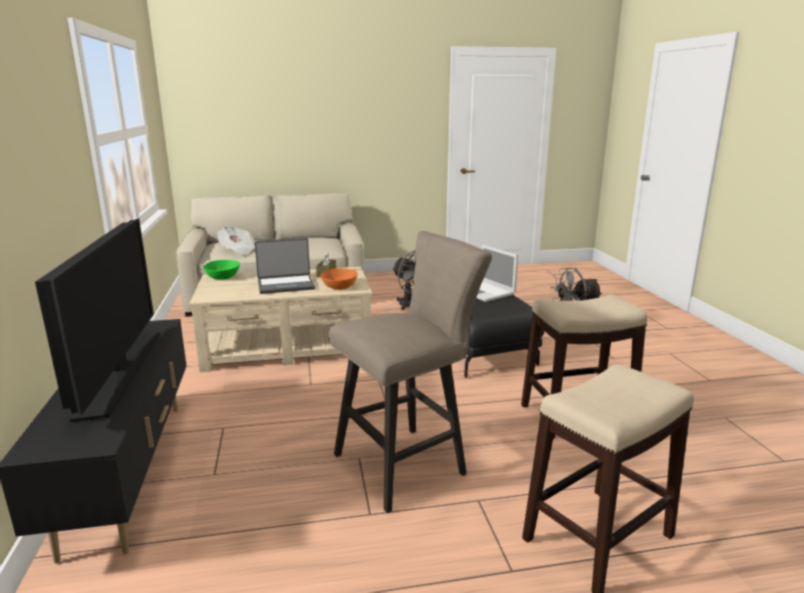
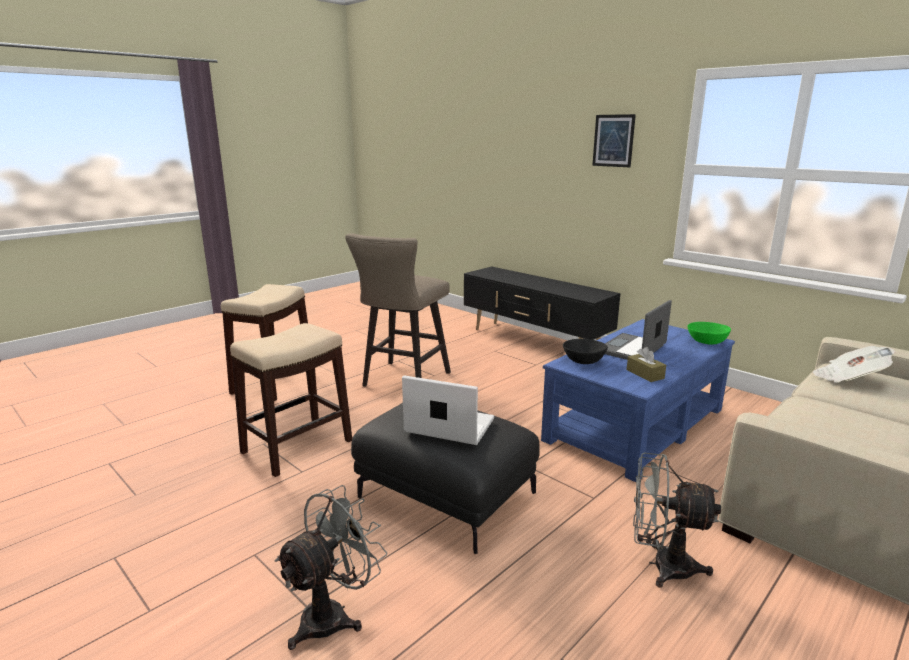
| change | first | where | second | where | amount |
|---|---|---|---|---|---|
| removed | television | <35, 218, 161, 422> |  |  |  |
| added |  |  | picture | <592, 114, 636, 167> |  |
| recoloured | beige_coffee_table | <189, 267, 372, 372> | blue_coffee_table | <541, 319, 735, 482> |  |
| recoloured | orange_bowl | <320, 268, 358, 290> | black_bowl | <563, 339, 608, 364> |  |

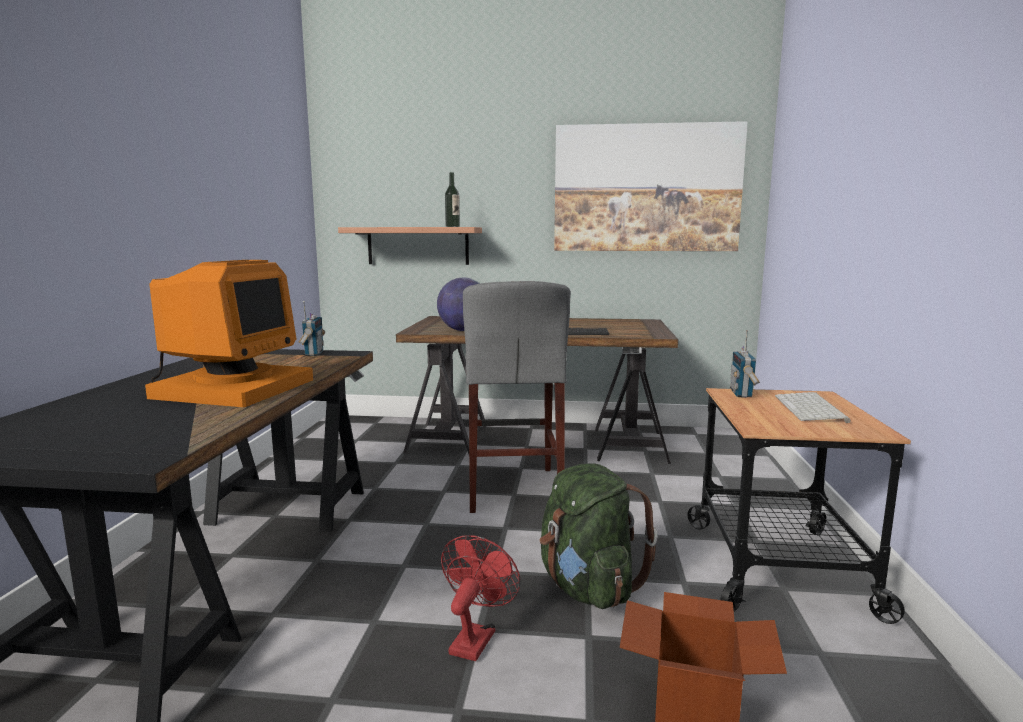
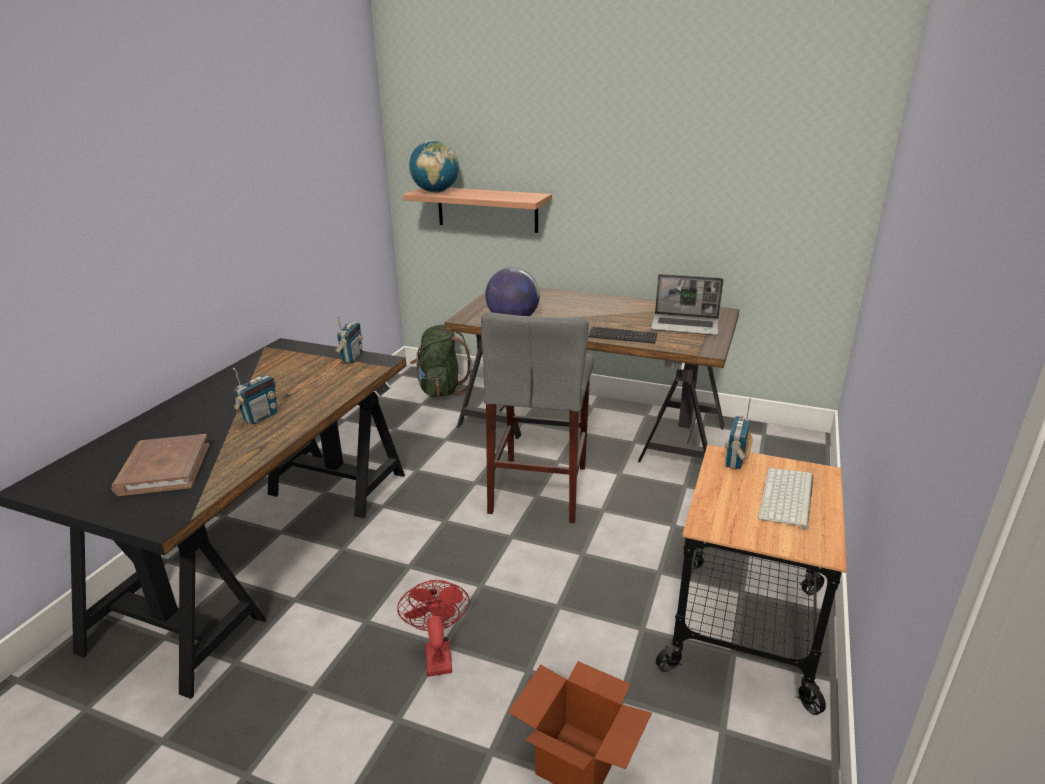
| change | first | where | second | where | amount |
|---|---|---|---|---|---|
| removed | bottle | <445, 172, 460, 227> |  |  |  |
| removed | picture | <554, 121, 748, 251> |  |  |  |
| added |  |  | brown_book | <111, 434, 209, 496> |  |
| added |  |  | globe | <409, 140, 459, 193> |  |
| added |  |  | laptop | <651, 274, 724, 335> |  |
| moved | green_backpack | <539, 463, 658, 609> |  | <410, 325, 472, 397> |  |
| replaced | monitor | <145, 260, 313, 407> | radio | <233, 368, 277, 425> |  |
| turned | red_fan | <441, 535, 520, 661> |  | <397, 580, 470, 677> | 45 degrees counterclockwise |

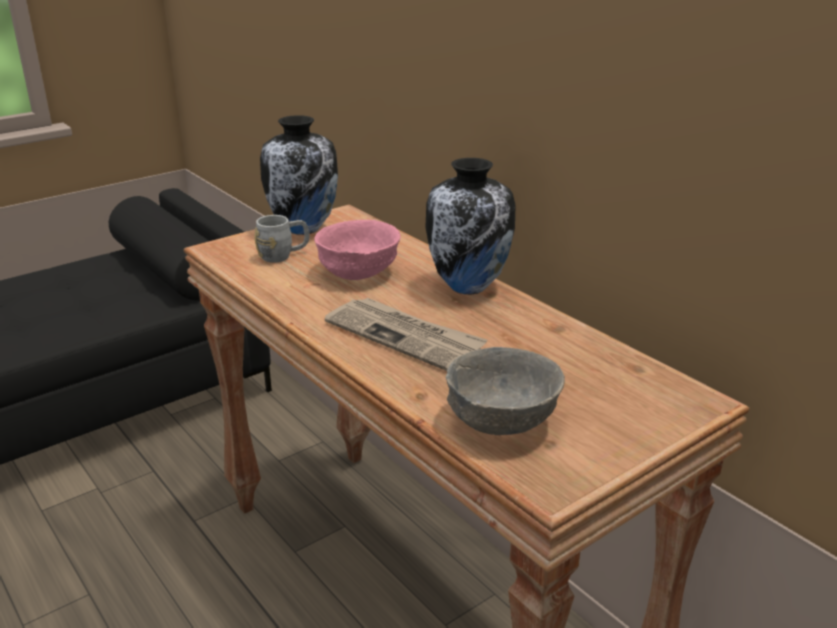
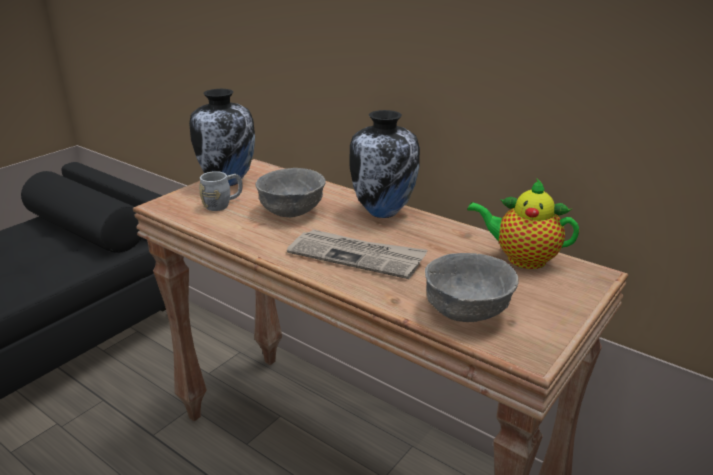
| change | first | where | second | where | amount |
|---|---|---|---|---|---|
| added |  |  | teapot | <467, 179, 579, 269> |  |
| recoloured | pink_bowl | <314, 220, 401, 280> | grey_bowl | <256, 168, 326, 217> |  |

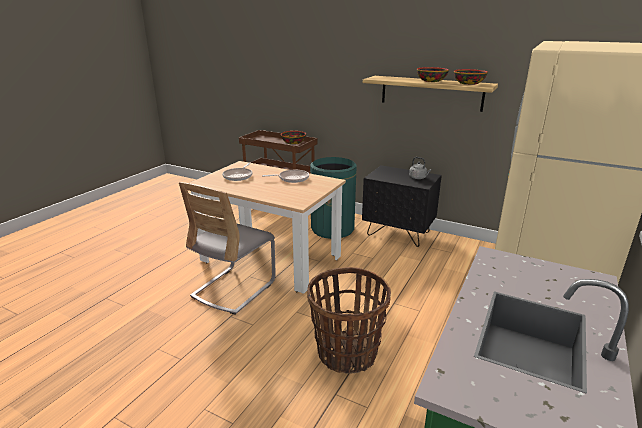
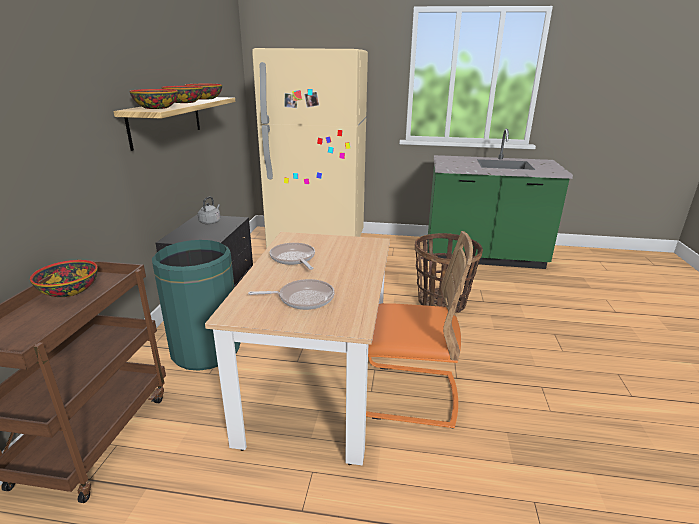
| change | first | where | second | where | amount |
|---|---|---|---|---|---|
| added |  |  | bowl | <129, 89, 178, 109> |  |
| recoloured | grey_chair | <179, 182, 276, 315> | orange_chair | <366, 231, 473, 429> |  |

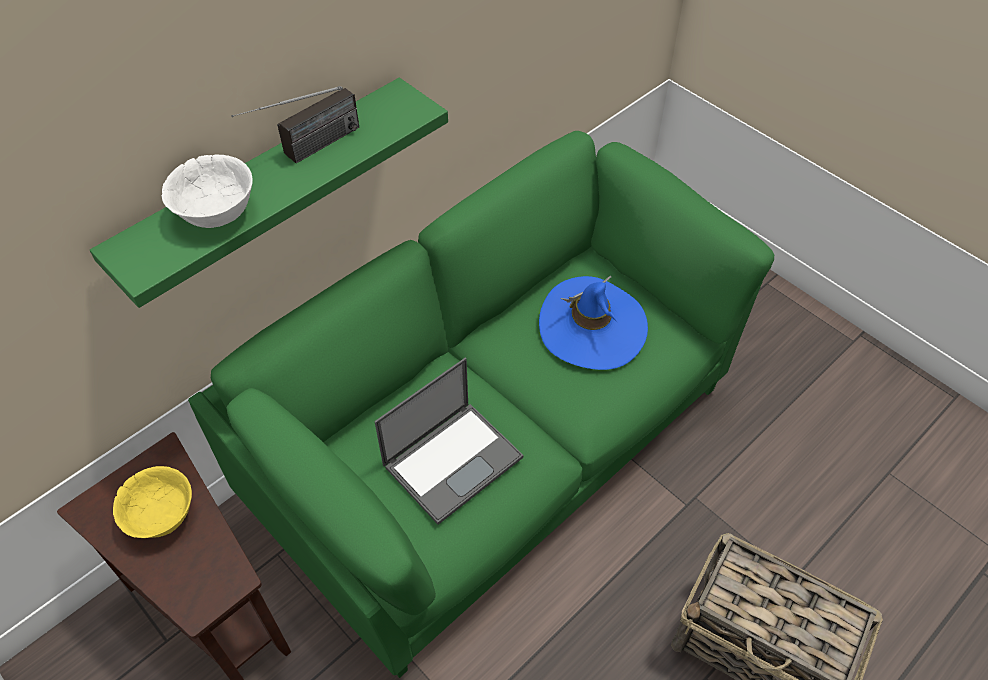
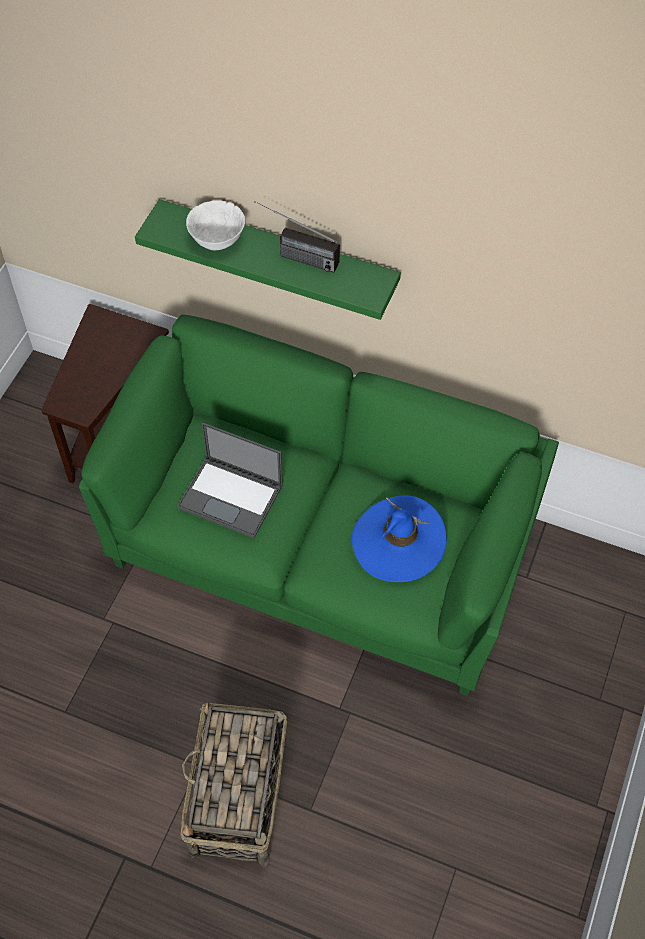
| change | first | where | second | where | amount |
|---|---|---|---|---|---|
| removed | yellow_bowl | <113, 466, 192, 538> |  |  |  |

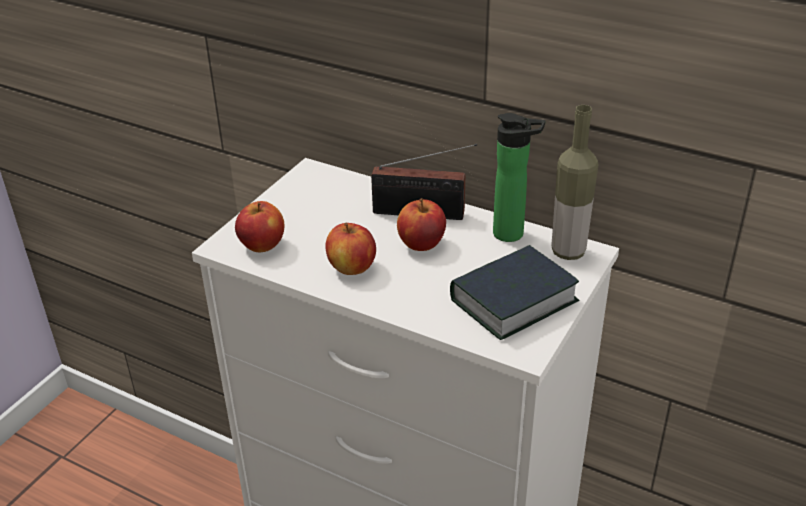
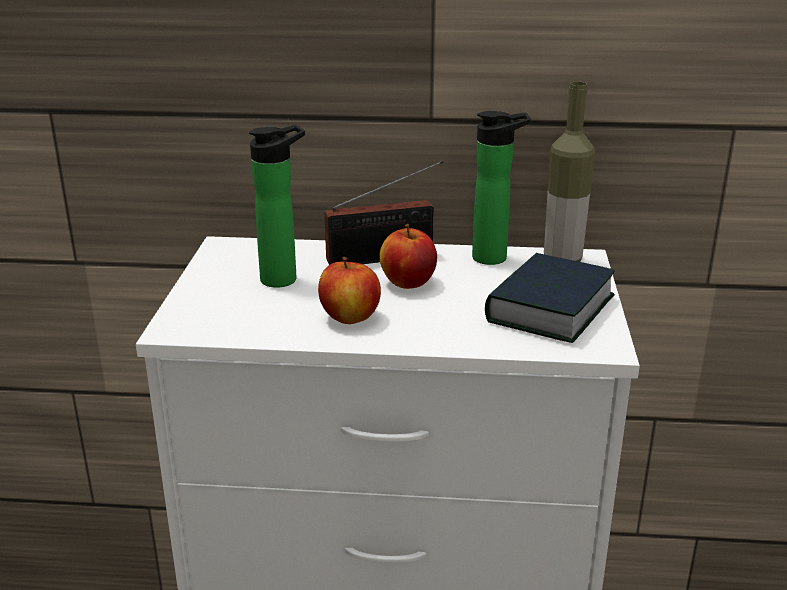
| change | first | where | second | where | amount |
|---|---|---|---|---|---|
| removed | apple | <235, 201, 284, 252> |  |  |  |
| added |  |  | bottle | <249, 125, 305, 288> |  |

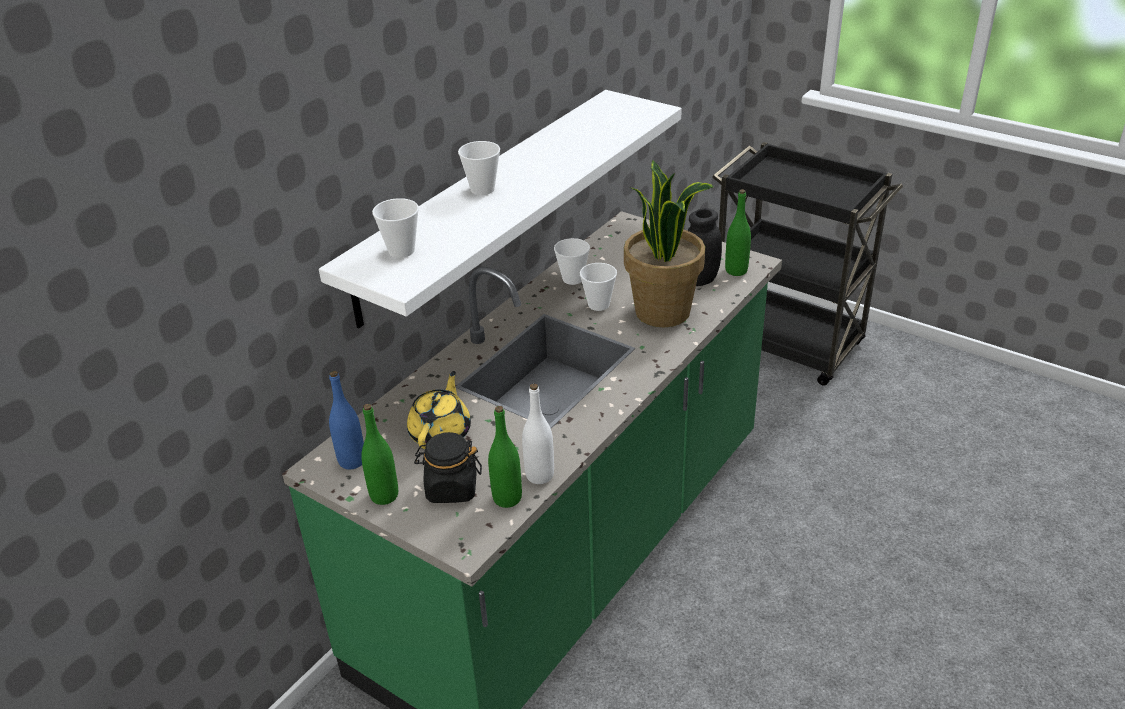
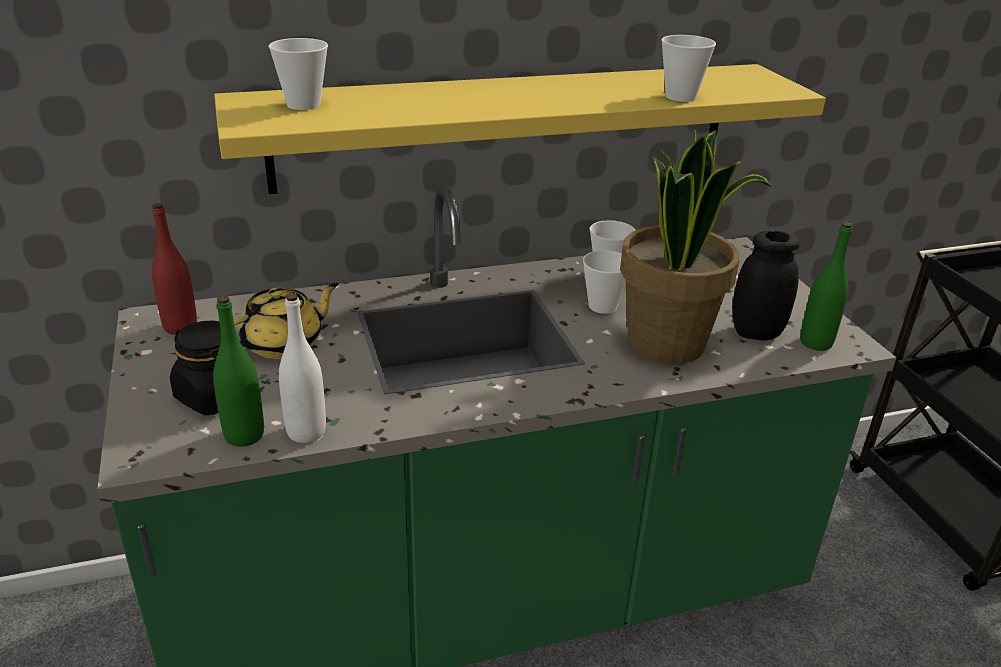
| change | first | where | second | where | amount |
|---|---|---|---|---|---|
| removed | green_bottle | <361, 404, 398, 505> |  |  |  |
| moved | cup | <458, 141, 500, 195> |  | <661, 35, 716, 102> |  |
| recoloured | white_shelf | <319, 90, 682, 328> | yellow_shelf | <214, 64, 826, 194> |  |
| recoloured | blue_bottle | <329, 371, 364, 469> | red_bottle | <152, 203, 197, 335> |  |

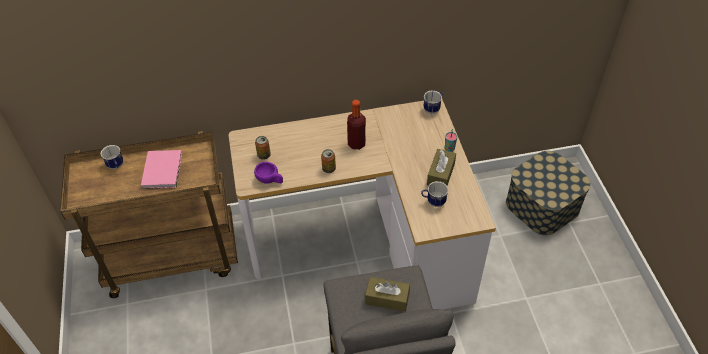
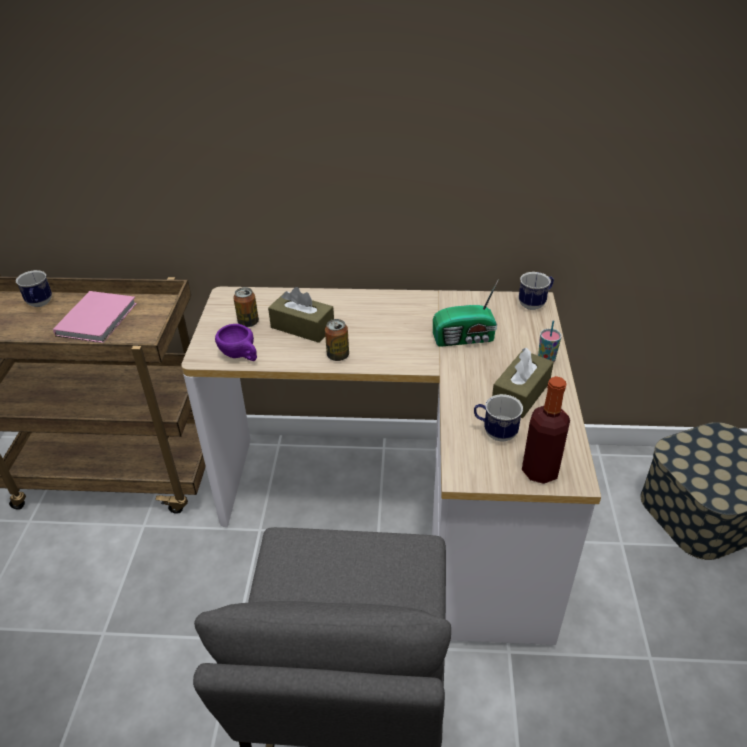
| change | first | where | second | where | amount |
|---|---|---|---|---|---|
| added |  |  | radio | <433, 279, 499, 347> |  |
| moved | bottle | <347, 100, 366, 150> |  | <522, 376, 570, 484> |  |
| moved | brown_tissue_box | <365, 277, 410, 311> |  | <268, 287, 334, 343> |  |

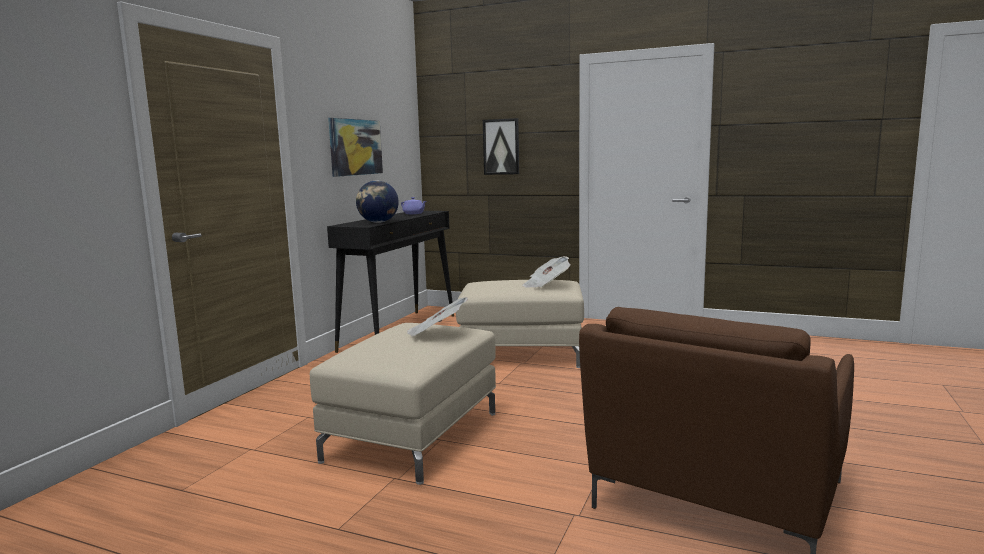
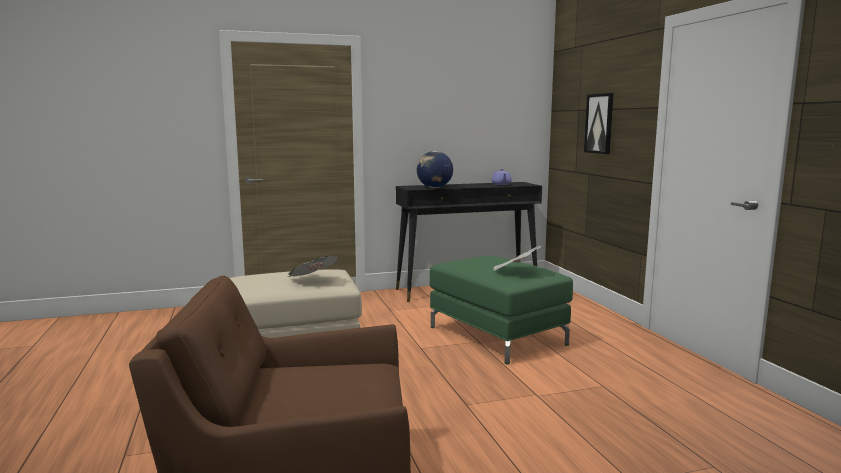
| change | first | where | second | where | amount |
|---|---|---|---|---|---|
| removed | picture | <328, 118, 383, 177> |  |  |  |
| recoloured | beige_ottoman | <456, 280, 584, 368> | green_ottoman | <430, 256, 573, 364> |  |

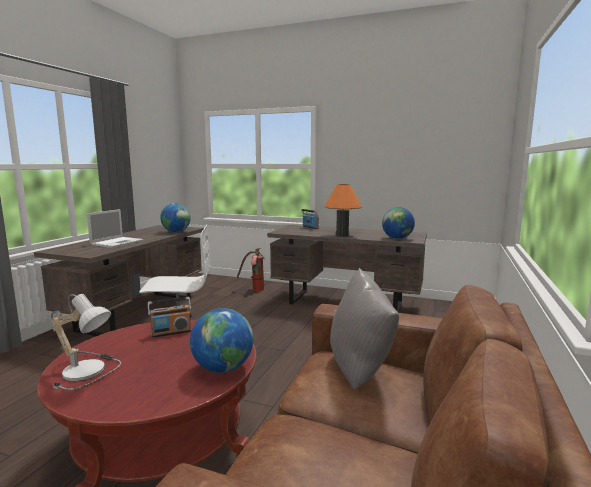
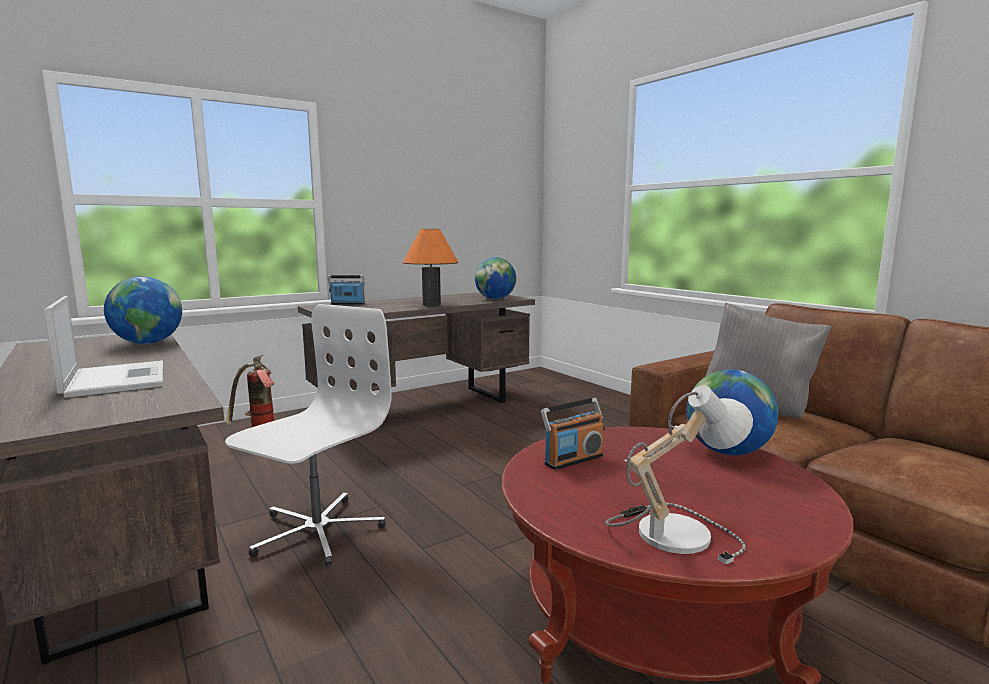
| change | first | where | second | where | amount |
|---|---|---|---|---|---|
| turned | radio | <148, 297, 192, 338> |  | <541, 398, 604, 470> | 45 degrees clockwise |

